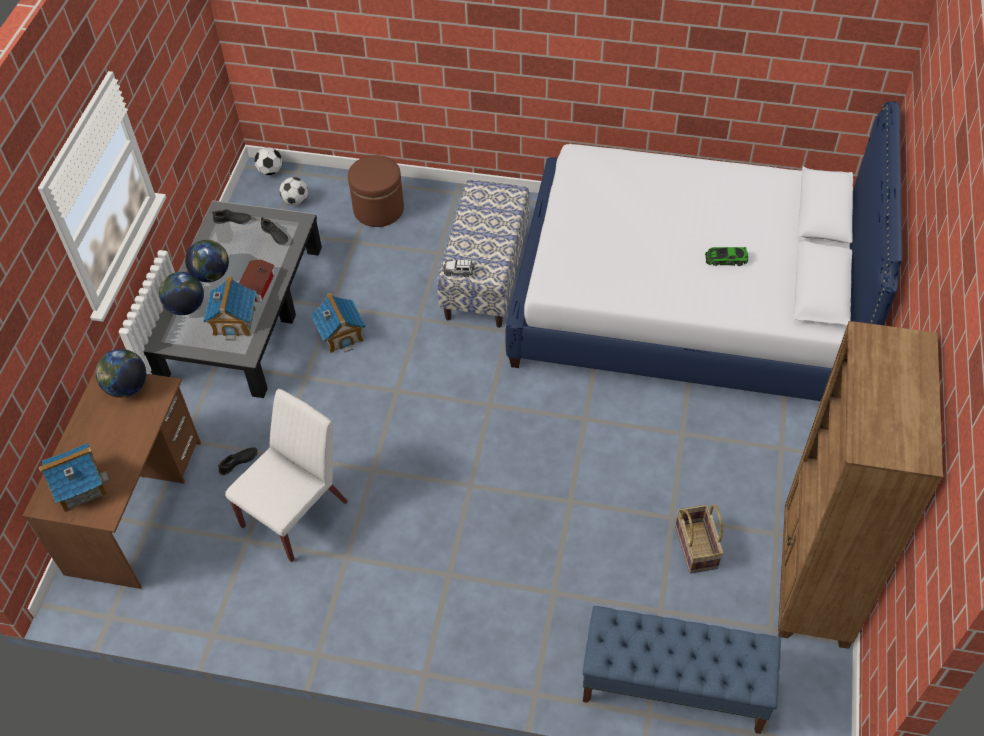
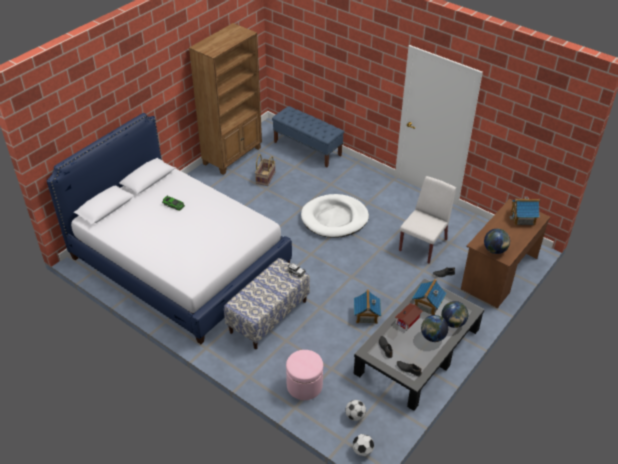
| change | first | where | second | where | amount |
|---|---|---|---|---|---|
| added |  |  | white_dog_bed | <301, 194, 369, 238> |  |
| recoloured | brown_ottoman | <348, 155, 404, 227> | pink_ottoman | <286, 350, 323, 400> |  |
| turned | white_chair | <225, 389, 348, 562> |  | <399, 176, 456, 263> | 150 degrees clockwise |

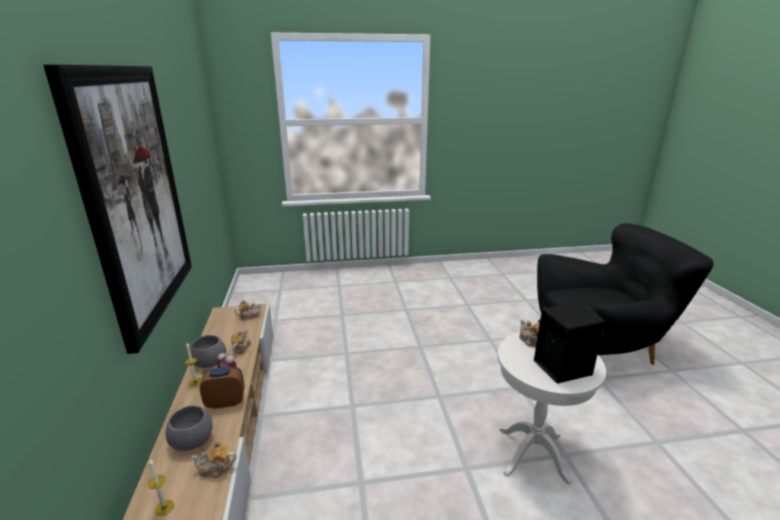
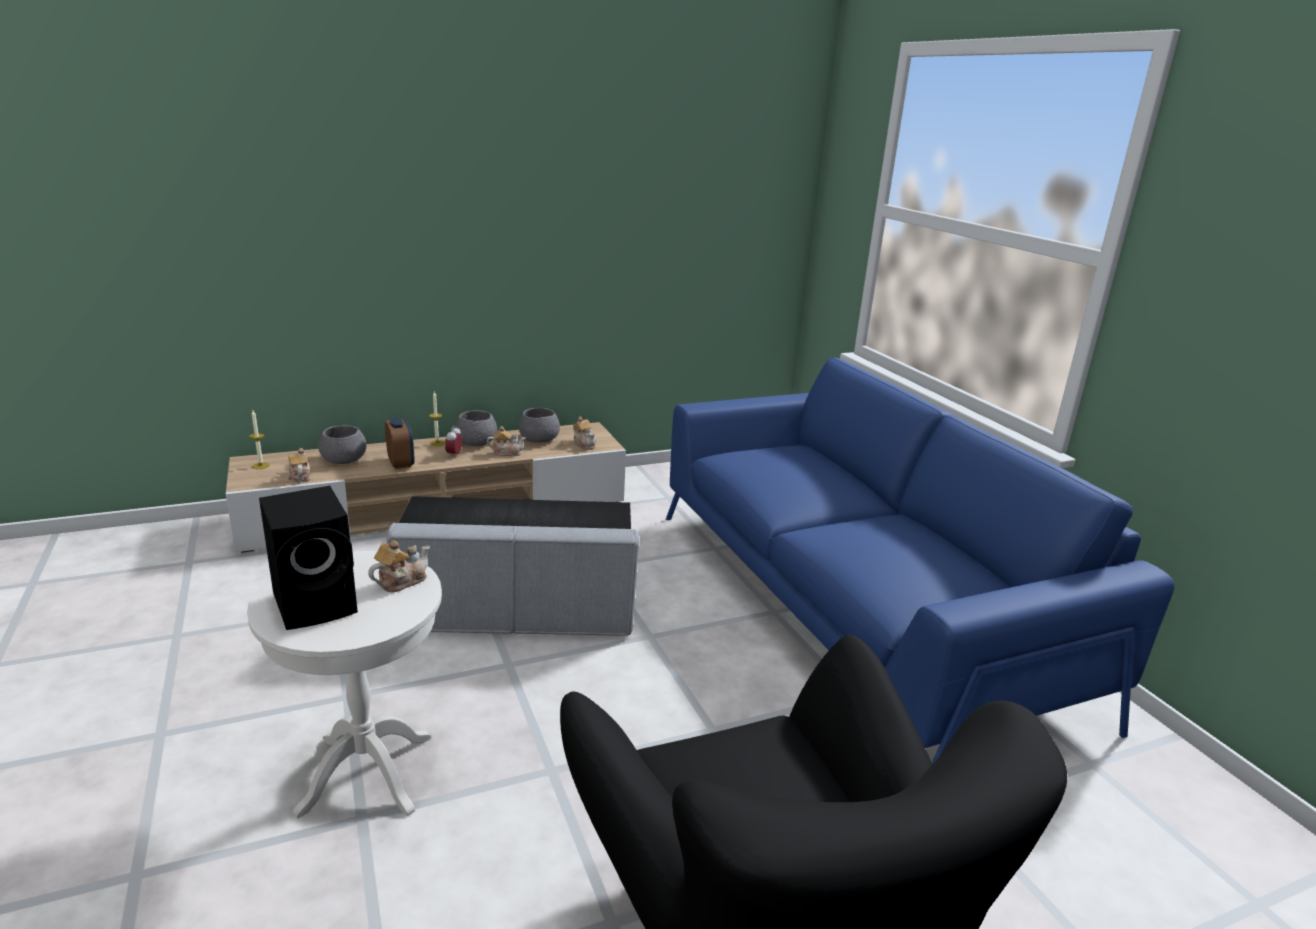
| change | first | where | second | where | amount |
|---|---|---|---|---|---|
| removed | picture | <43, 64, 192, 354> |  |  |  |
| added |  |  | grey_ottoman | <387, 496, 640, 636> |  |
| added |  |  | grey_bowl | <518, 408, 560, 443> |  |
| added |  |  | blue_sofa | <666, 357, 1174, 764> |  |

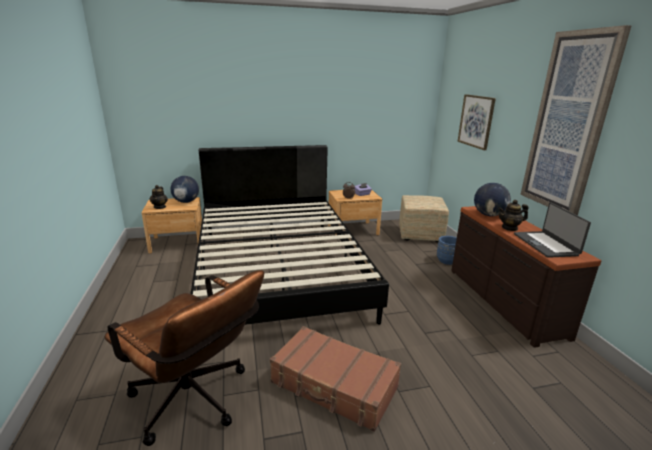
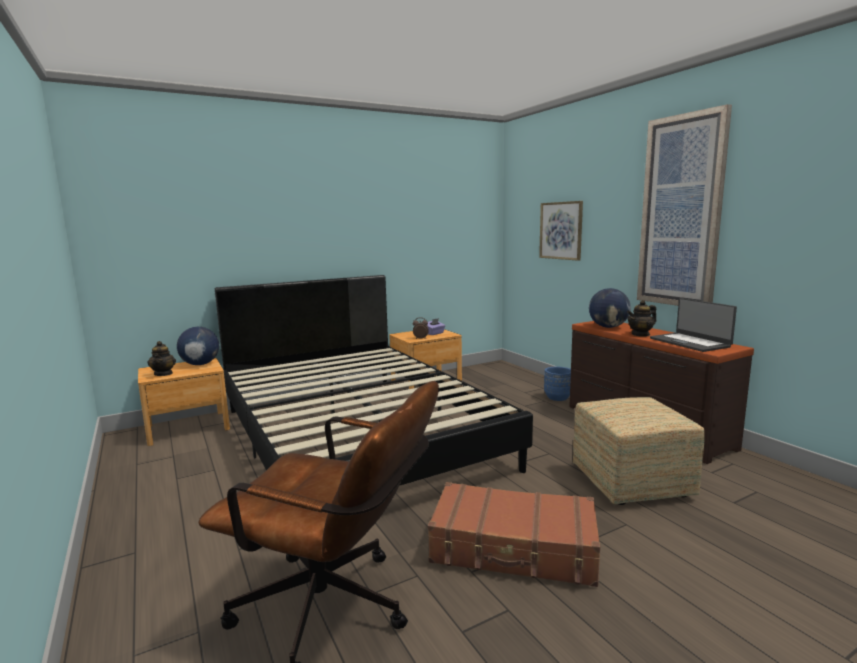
| change | first | where | second | where | amount |
|---|---|---|---|---|---|
| moved | ottoman | <399, 195, 449, 242> |  | <573, 397, 705, 505> |  |

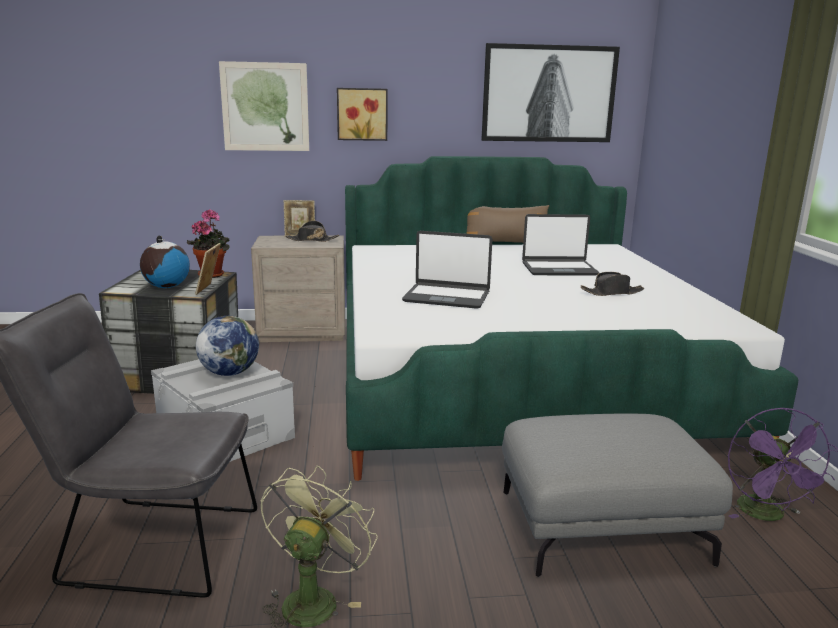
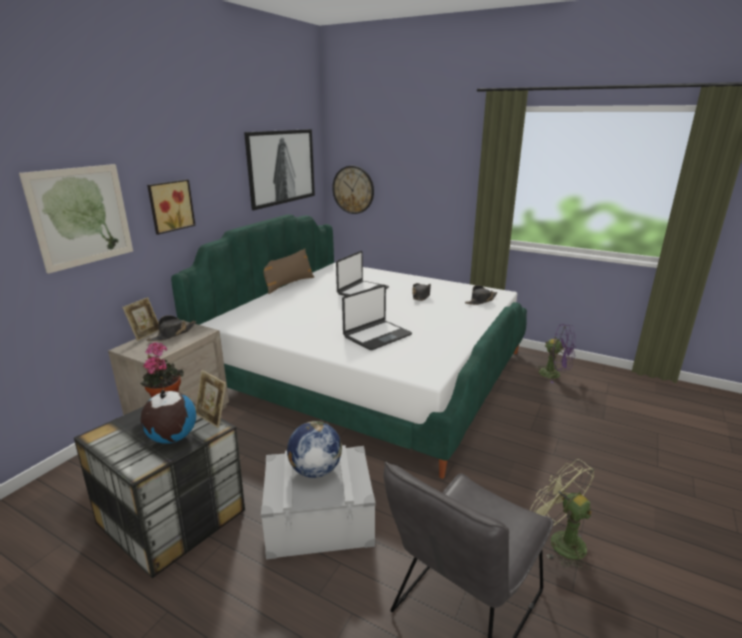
| change | first | where | second | where | amount |
|---|---|---|---|---|---|
| removed | grey_ottoman | <502, 413, 733, 577> |  |  |  |
| added |  |  | wall_clock | <332, 166, 374, 214> |  |
| added |  |  | black_hat | <465, 285, 498, 305> |  |

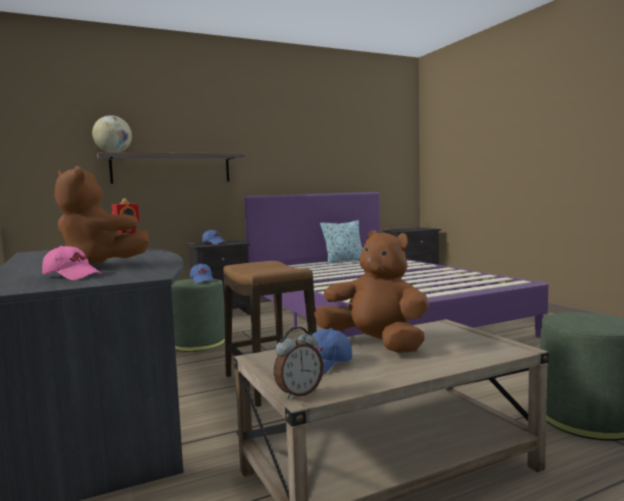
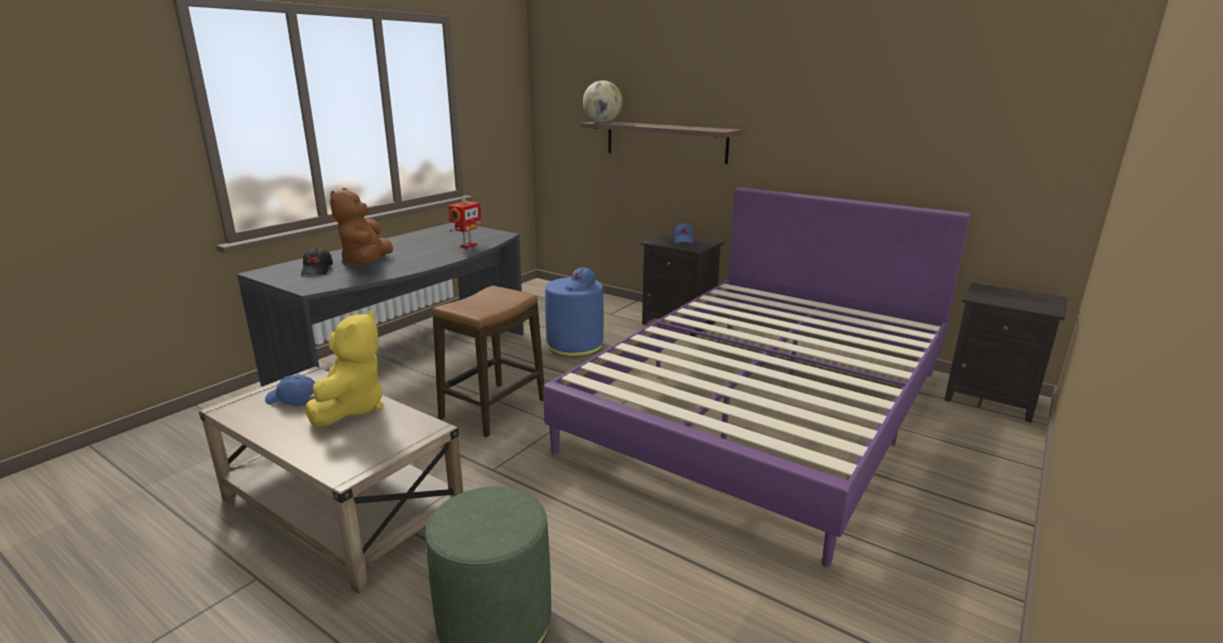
| change | first | where | second | where | amount |
|---|---|---|---|---|---|
| removed | alarm_clock | <274, 327, 323, 399> |  |  |  |
| removed | pillow | <320, 220, 363, 265> |  |  |  |
| recoloured | pink_cap | <42, 246, 102, 280> | black_cap | <301, 248, 333, 276> |  |
| recoloured | green_ottoman | <171, 279, 225, 352> | blue_ottoman | <545, 277, 604, 357> |  |
| recoloured | brown_plush_toy | <314, 230, 429, 353> | yellow_plush_toy | <306, 310, 384, 427> |  |

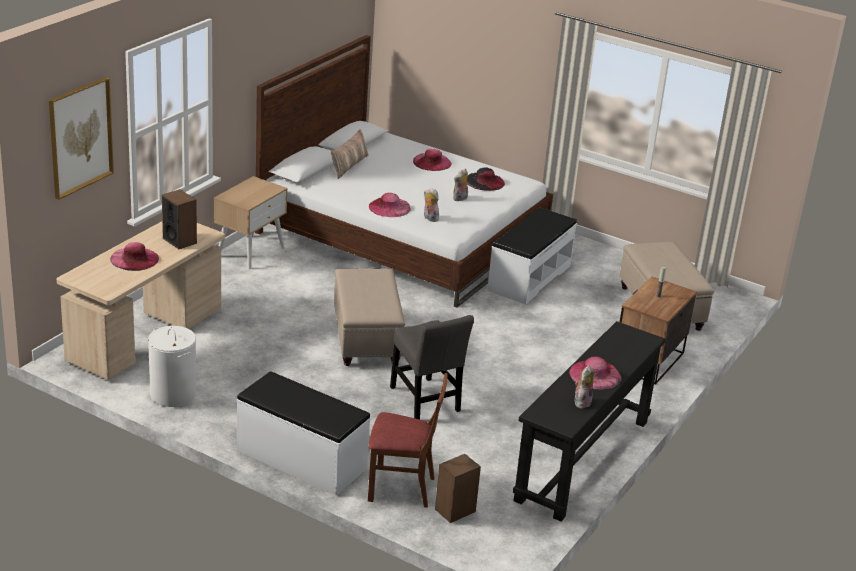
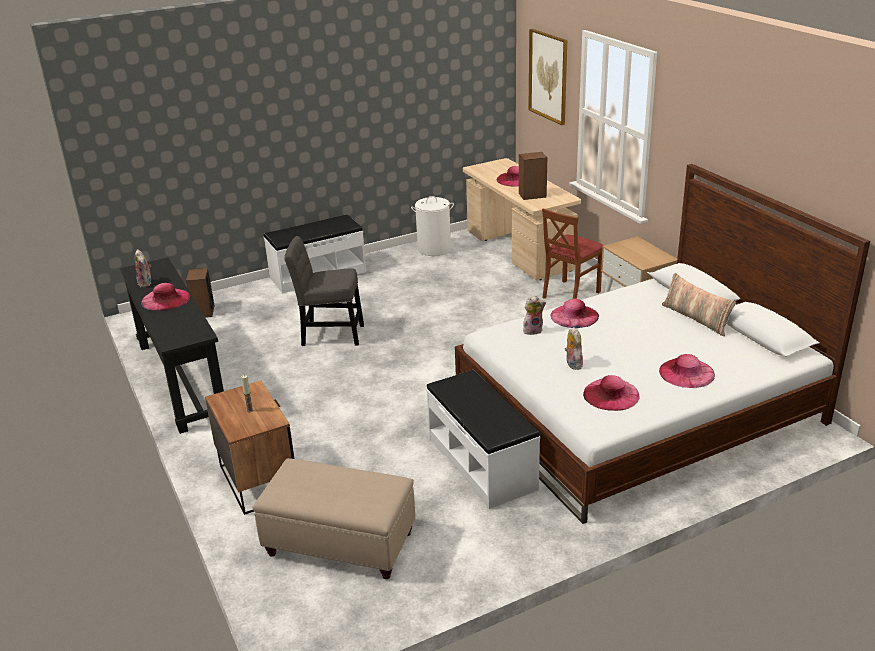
| change | first | where | second | where | amount |
|---|---|---|---|---|---|
| removed | beige_ottoman | <334, 268, 405, 366> |  |  |  |
| moved | brown_chair | <368, 373, 447, 508> |  | <542, 208, 604, 299> |  |
| recoloured | black_hat | <467, 167, 505, 191> | pink_hat | <583, 375, 640, 411> |  |

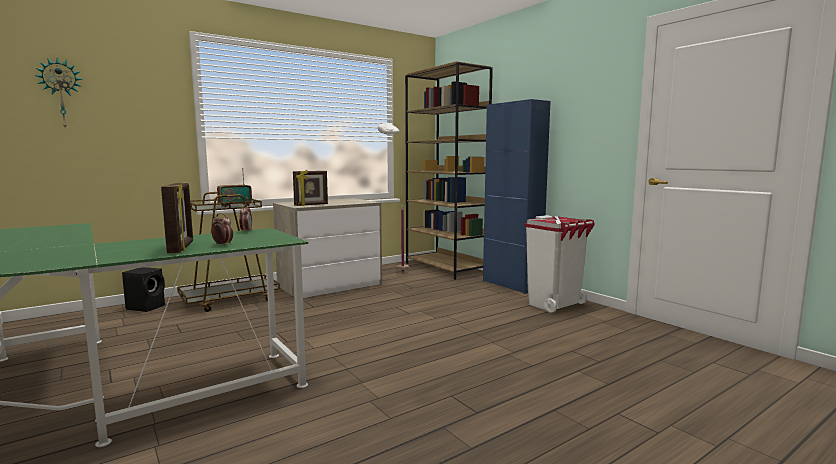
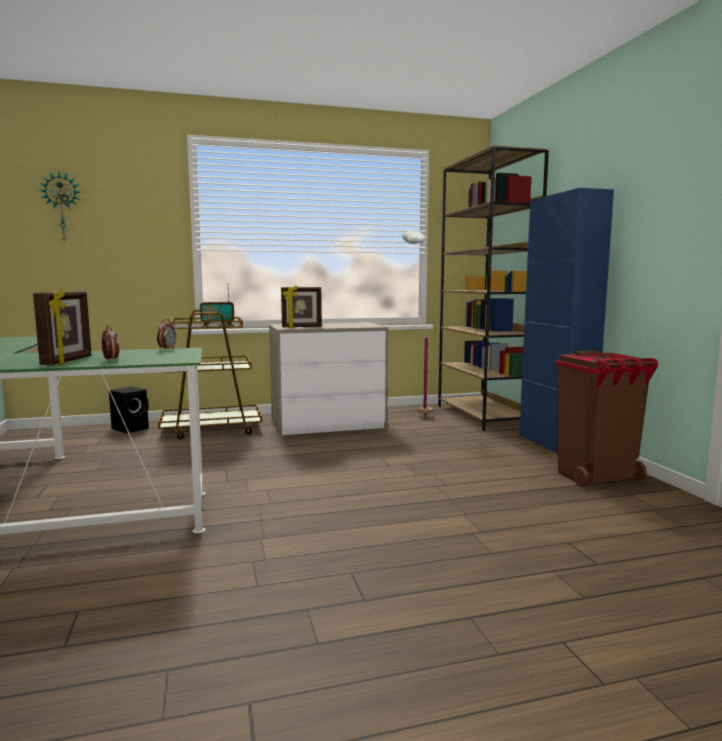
| change | first | where | second | where | amount |
|---|---|---|---|---|---|
| recoloured | white_trash_can | <525, 215, 595, 313> | brown_trash_can | <555, 350, 658, 487> |  |

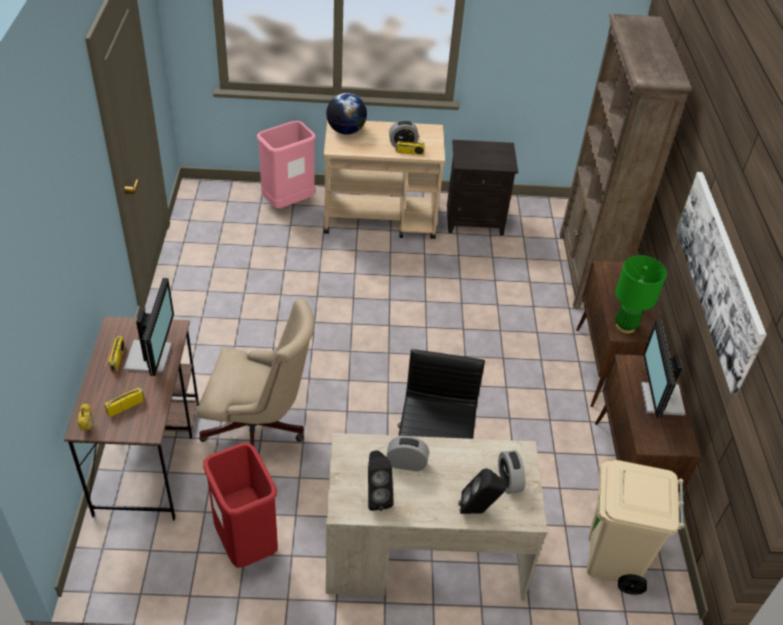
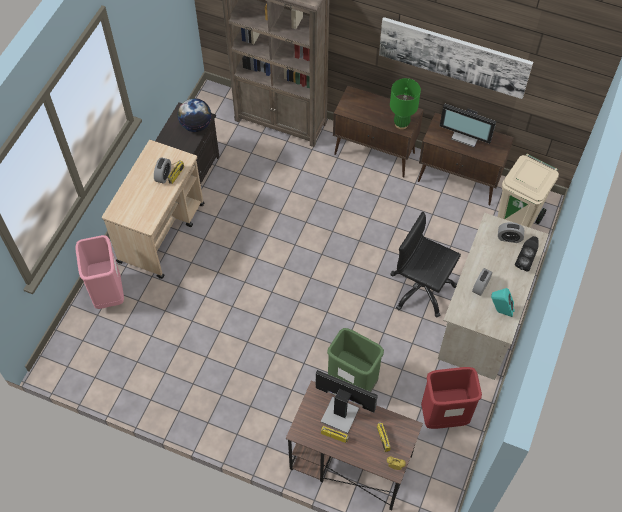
| change | first | where | second | where | amount |
|---|---|---|---|---|---|
| moved | globe | <326, 93, 367, 135> |  | <178, 98, 211, 132> |  |
| replaced | beige_office_chair | <197, 298, 315, 446> | green_trash_can | <327, 328, 384, 392> |  |
| recoloured | black_speaker | <368, 450, 394, 511> | turquoise_speaker | <491, 288, 515, 317> |  |

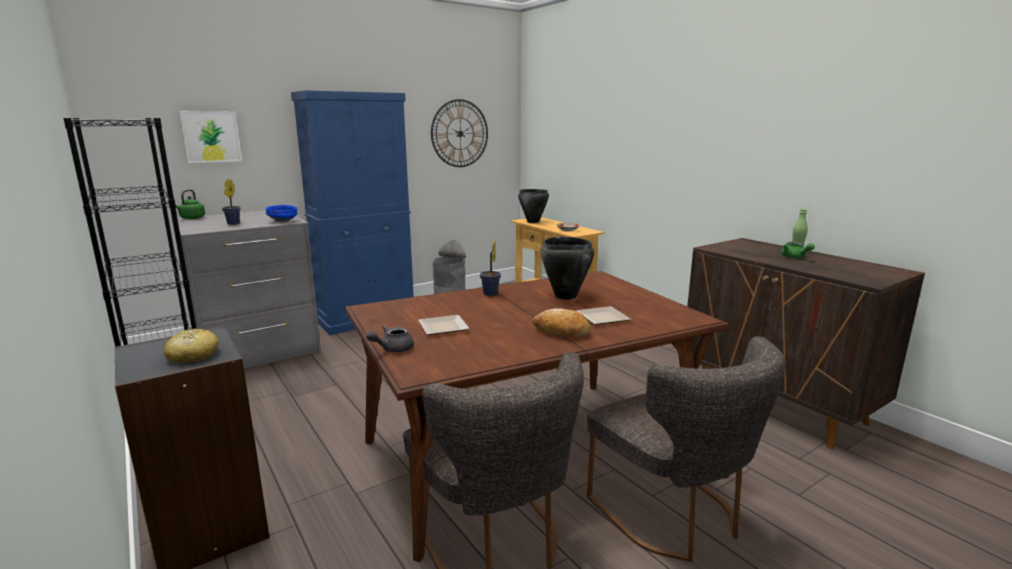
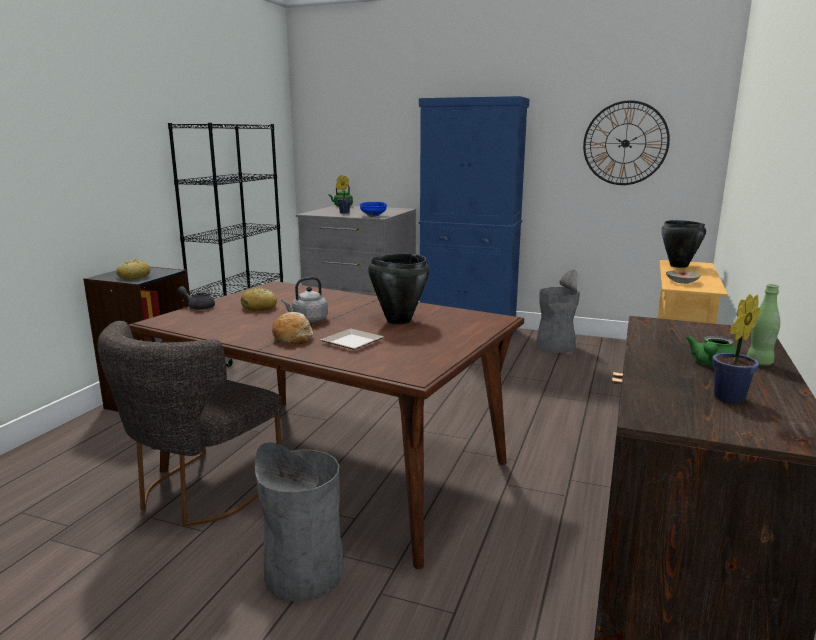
| change | first | where | second | where | amount |
|---|---|---|---|---|---|
| removed | picture | <179, 111, 242, 163> |  |  |  |
| added |  |  | grey_kettle | <281, 277, 328, 322> |  |
| moved | potted_plant | <480, 239, 501, 296> |  | <712, 294, 761, 403> |  |
| replaced | plate | <419, 315, 470, 335> | bread | <241, 287, 277, 311> |  |
| replaced | grey_chair | <587, 336, 786, 562> | grey_trash_can | <255, 442, 343, 602> |  |

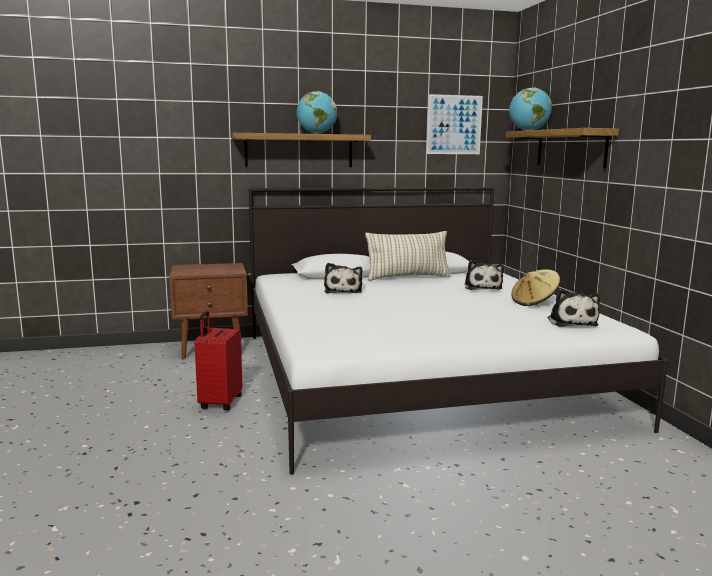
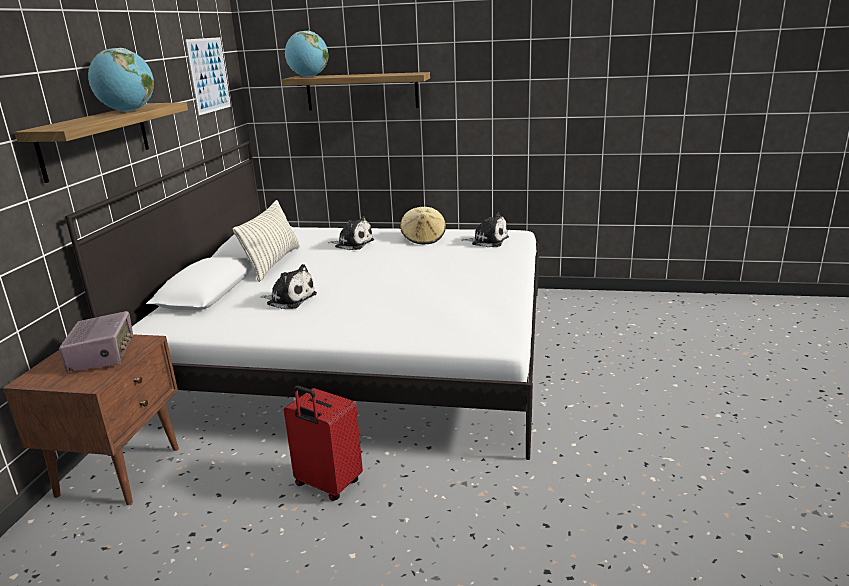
| change | first | where | second | where | amount |
|---|---|---|---|---|---|
| added |  |  | radio | <59, 311, 134, 372> |  |

